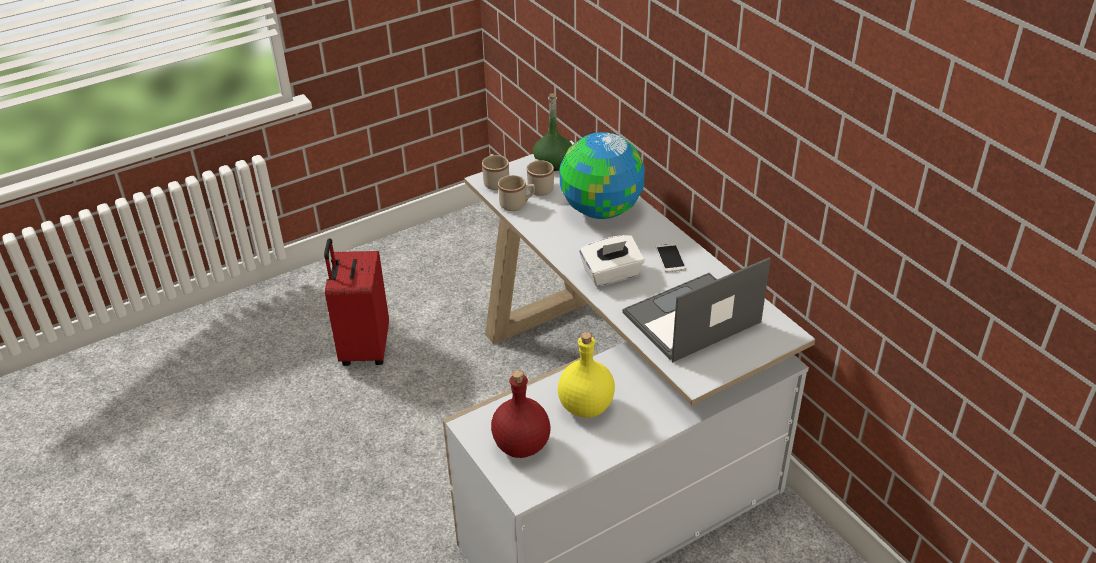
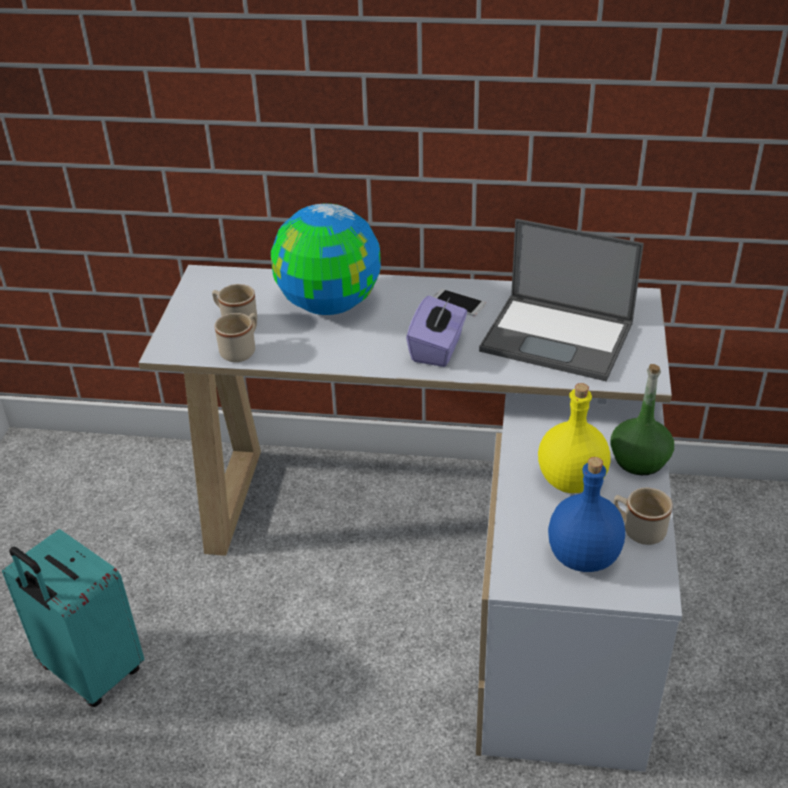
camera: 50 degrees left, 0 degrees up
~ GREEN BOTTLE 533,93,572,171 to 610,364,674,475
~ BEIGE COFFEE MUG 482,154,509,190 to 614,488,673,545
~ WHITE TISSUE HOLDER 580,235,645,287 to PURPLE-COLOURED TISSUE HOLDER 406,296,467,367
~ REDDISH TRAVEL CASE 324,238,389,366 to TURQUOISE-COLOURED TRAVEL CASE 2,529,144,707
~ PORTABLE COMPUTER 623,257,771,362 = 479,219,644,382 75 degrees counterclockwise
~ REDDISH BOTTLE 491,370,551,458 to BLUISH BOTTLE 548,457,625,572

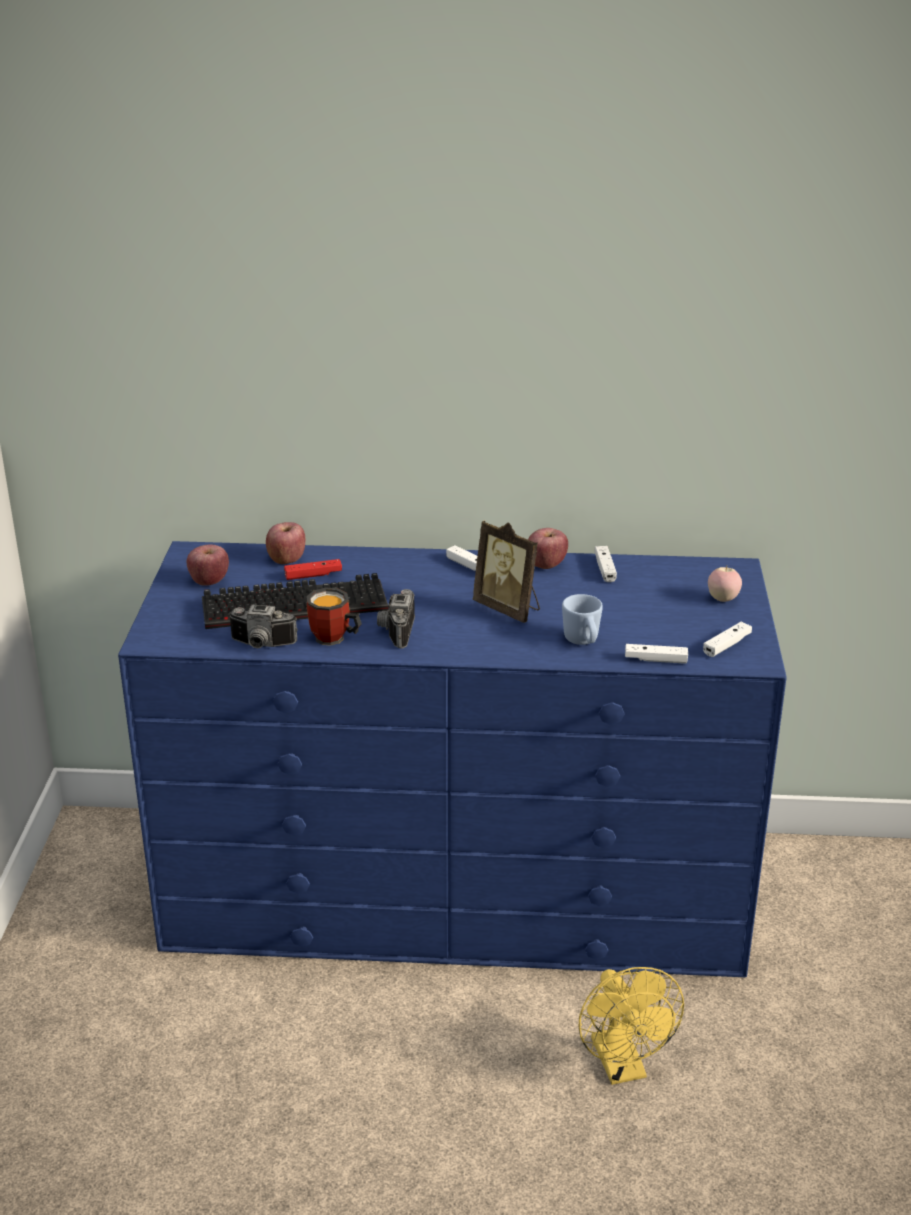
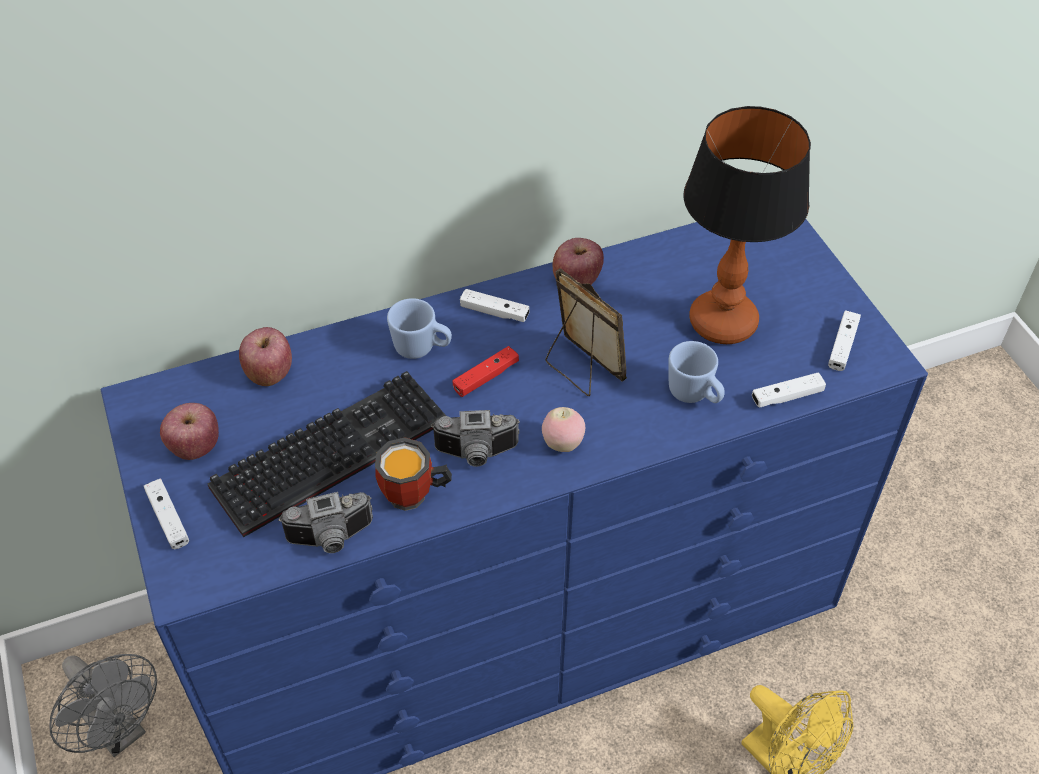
camera: 25 degrees left, 20 degrees up
~ PHOTO FRAME 473,520,540,623 = 545,268,627,396 150 degrees counterclockwise
~ WHITE GAMEPAD 594,546,617,582 to 144,479,189,549
~ REDDISH GAMEPAD 284,559,342,580 to 452,346,519,397
~ APPLE 708,566,742,602 to 542,407,585,452
~ STILL CAMERA 377,589,415,649 = 431,410,520,467 75 degrees counterclockwise
+ TABLE LAMP 684,106,811,344
+ BLUISH COFFEE MUG 387,298,452,359
+ GREYISH FAN 49,654,157,757

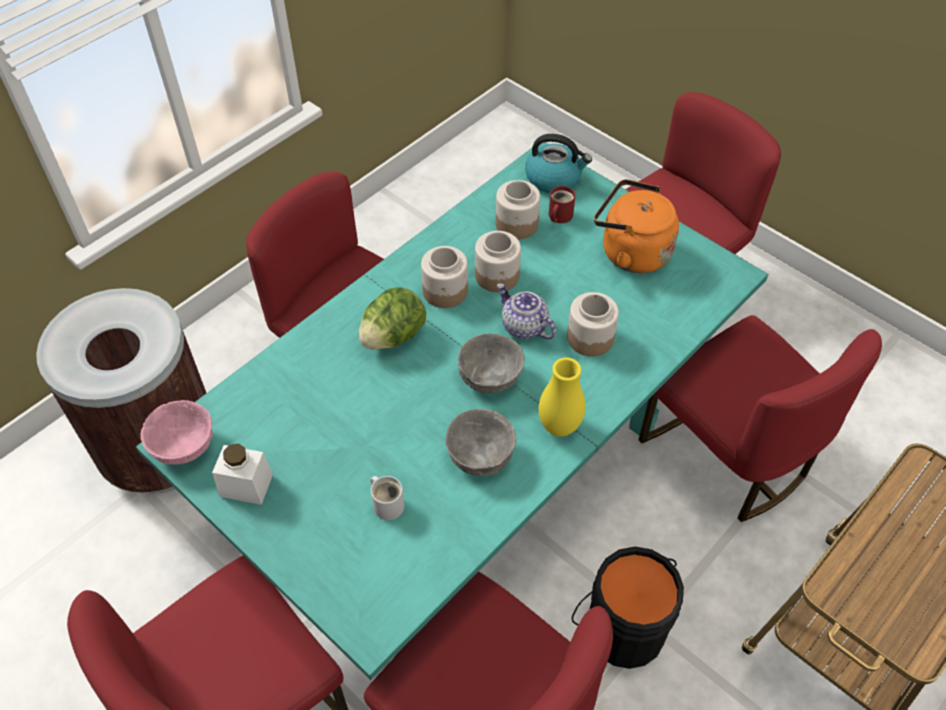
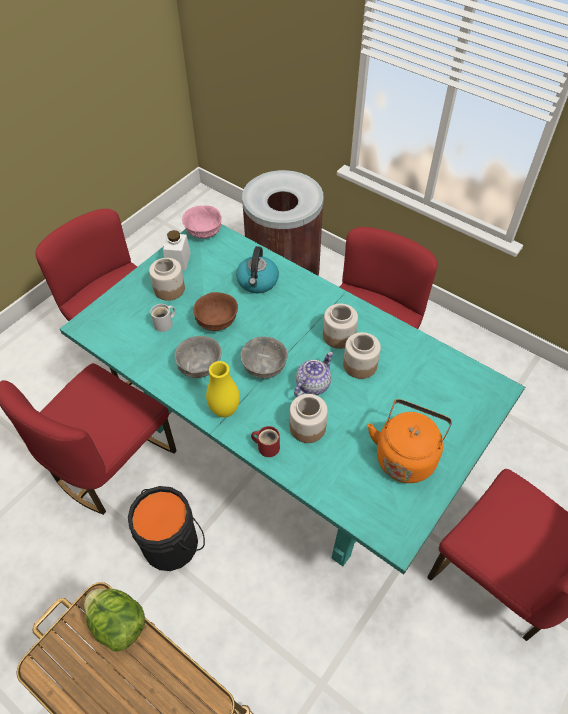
camera: 85 degrees right, 0 degrees up
~ KETTLE 525,134,592,193 to 236,246,279,293
~ PRESERVE JAR 496,180,540,240 to 149,258,185,301
~ REDDISH COFFEE MUG 549,186,575,223 to 251,426,280,457
~ LETTUCE 359,287,426,350 to 84,588,145,652
- REDDISH UPRIGHT CHAIR 639,315,882,522
+ BROWN DEEP DISH 193,292,238,331

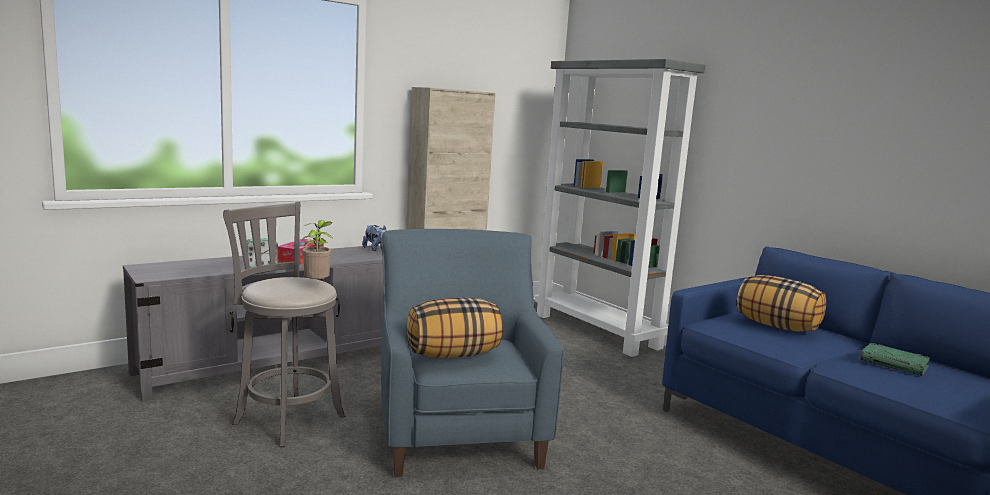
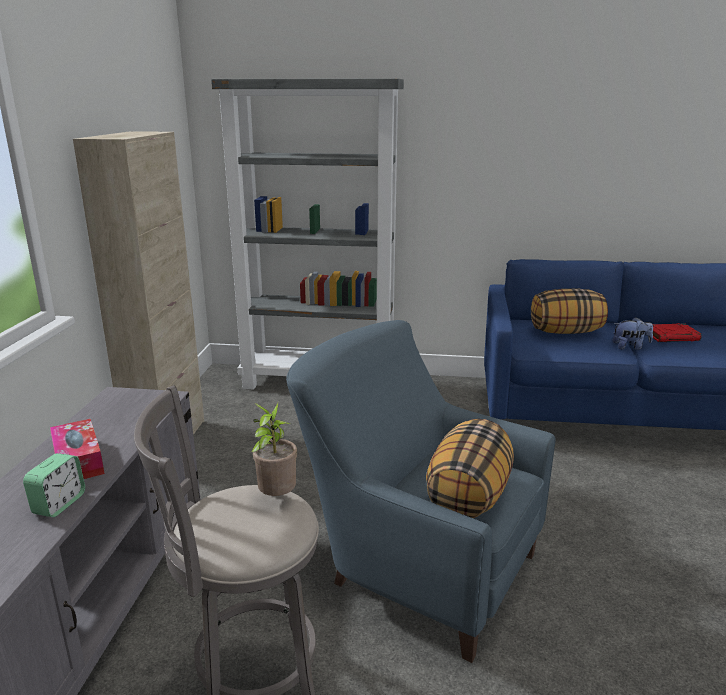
camera: 45 degrees left, 10 degrees up
~ CUDDLY TOY 362,225,386,251 to 613,317,653,350
~ GREEN BOOK 860,343,930,376 to REDDISH BOOK 653,323,702,342

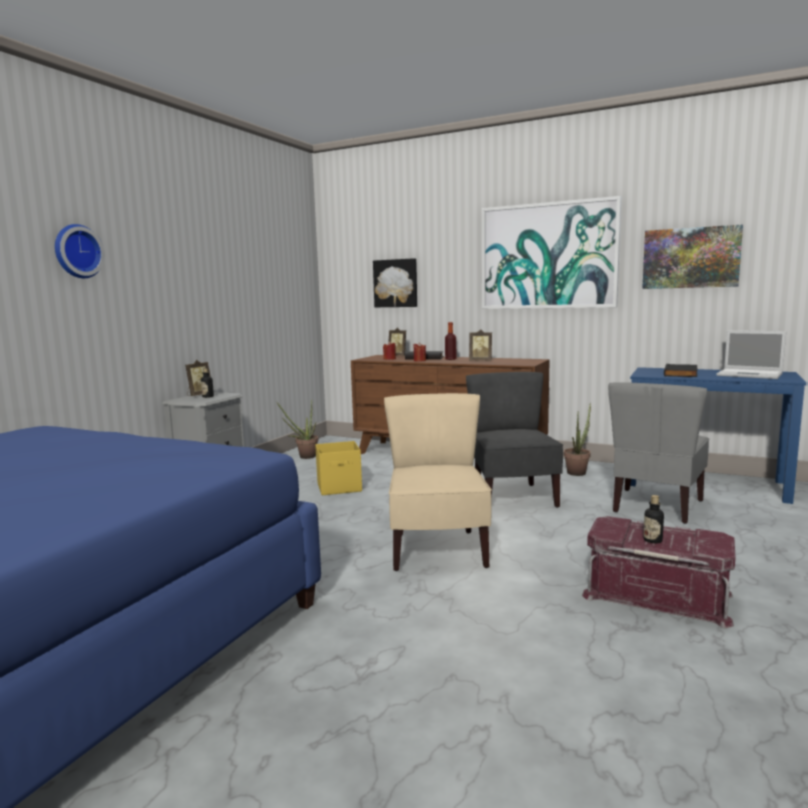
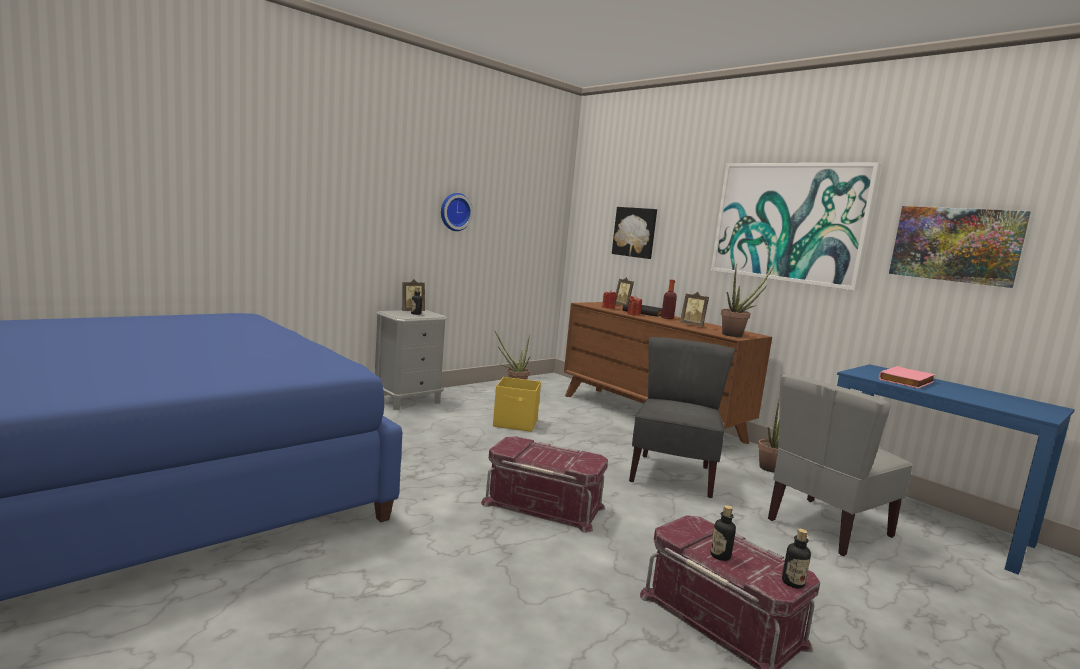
camera: 20 degrees right, 0 degrees up
~ WALL CLOCK 55,224,105,278 to 441,193,473,231
- PORTABLE COMPUTER 716,330,786,379
~ BLACKISH BOOK 664,364,698,377 to PINK BOOK 879,366,936,389
~ BEIGE UPRIGHT CHAIR 384,393,492,571 to REDDISH STORAGE CONTAINER 481,436,608,533
+ HOUSEPLANT 721,264,774,337
+ BOTTLE 782,529,811,589

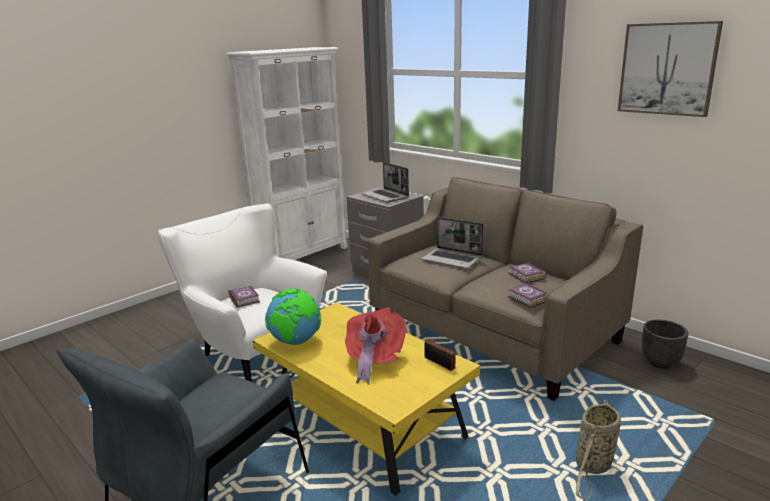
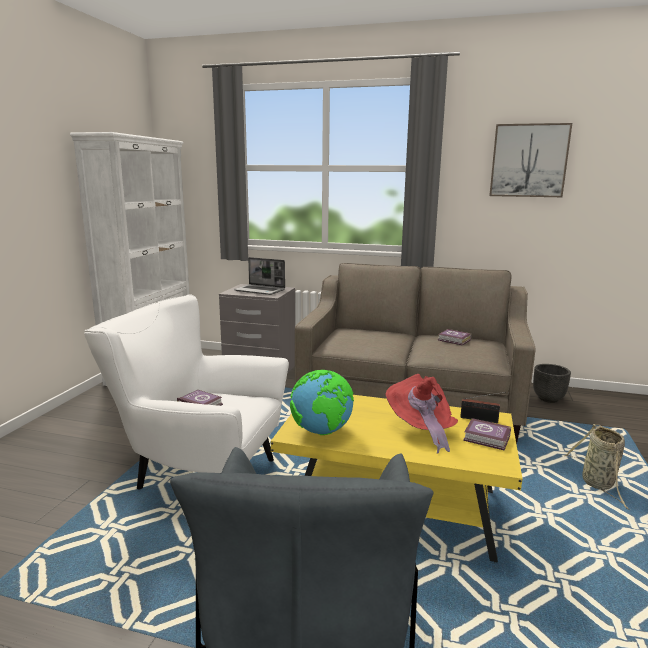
camera: 30 degrees left, 5 degrees down
- PORTABLE COMPUTER 421,217,484,268
~ BOOK 508,283,547,308 to 463,418,511,451

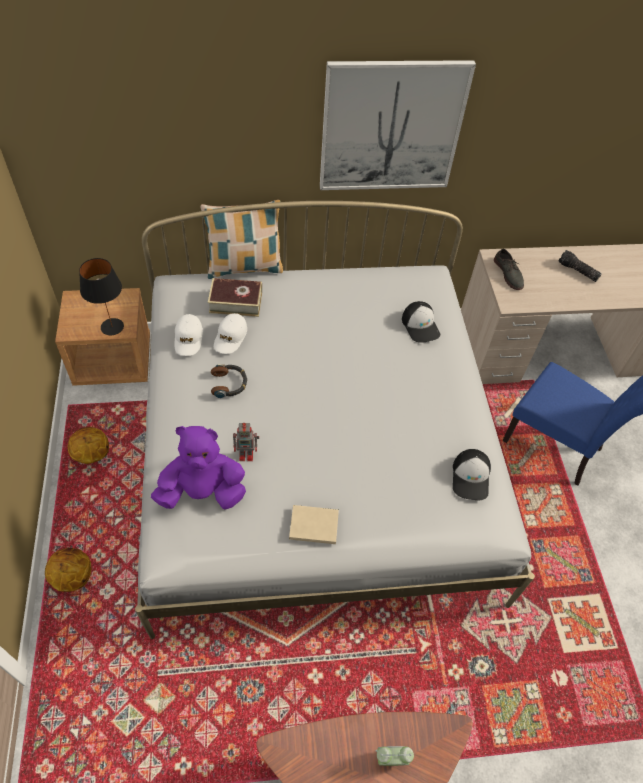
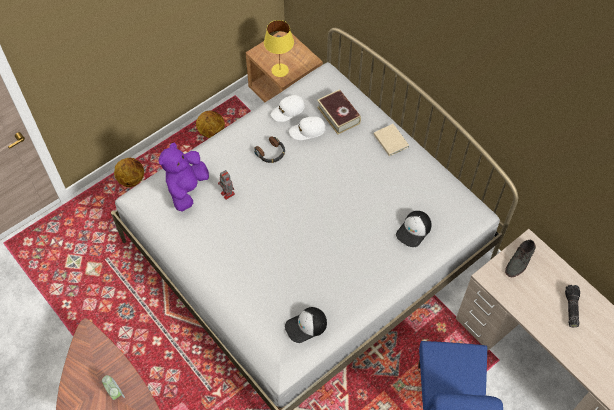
camera: 60 degrees right, 5 degrees up
- PICTURE 320,60,476,190
- THROW PILLOW 201,200,283,279
~ BLACKISH TABLE LAMP 79,258,124,335 to YELLOW-COLOURED TABLE LAMP 264,20,294,77
~ PURPLE-COLOURED CUDDLY TOY 151,426,246,510 = 159,143,209,212 120 degrees counterclockwise
~ BEIGE BOOK 289,505,339,544 to 374,124,409,156

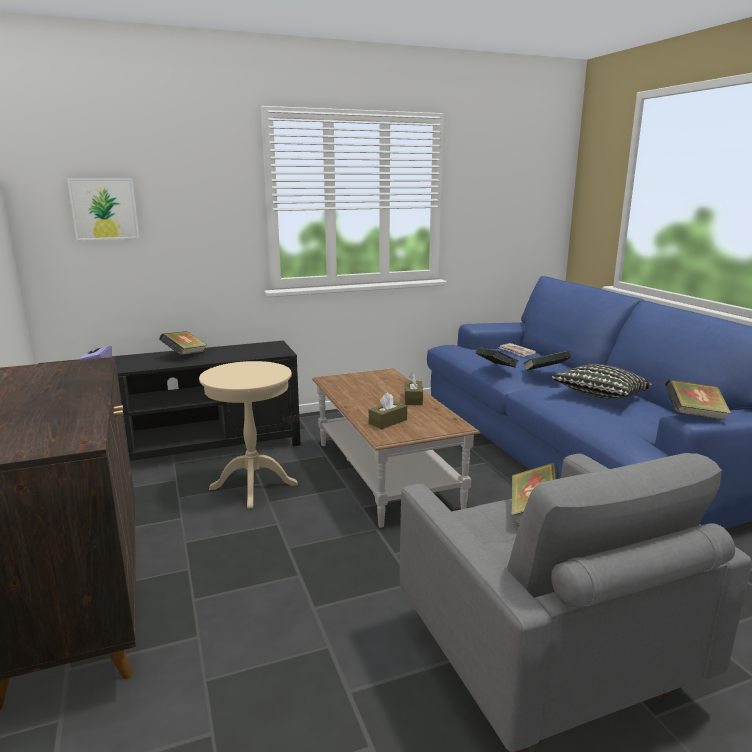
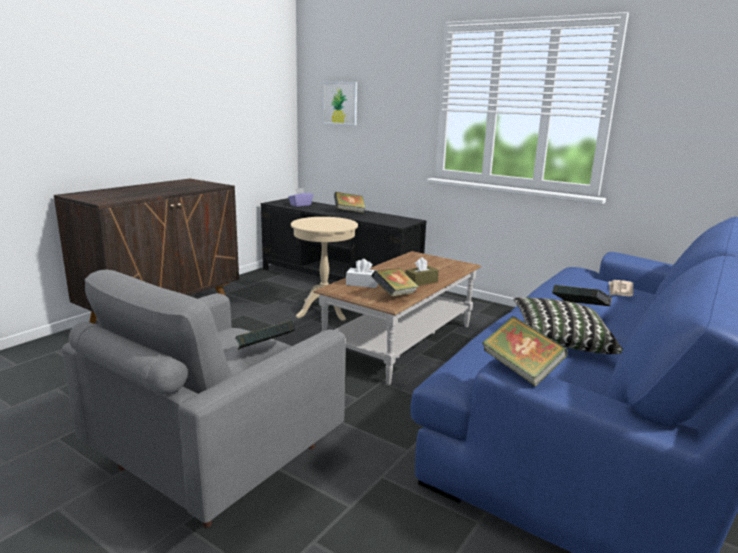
camera: 55 degrees right, 0 degrees up
~ BOOK 475,347,518,368 to 371,268,419,297
~ BROWN TISSUE HOLDER 369,392,407,429 to WHITE TISSUE HOLDER 346,259,378,288

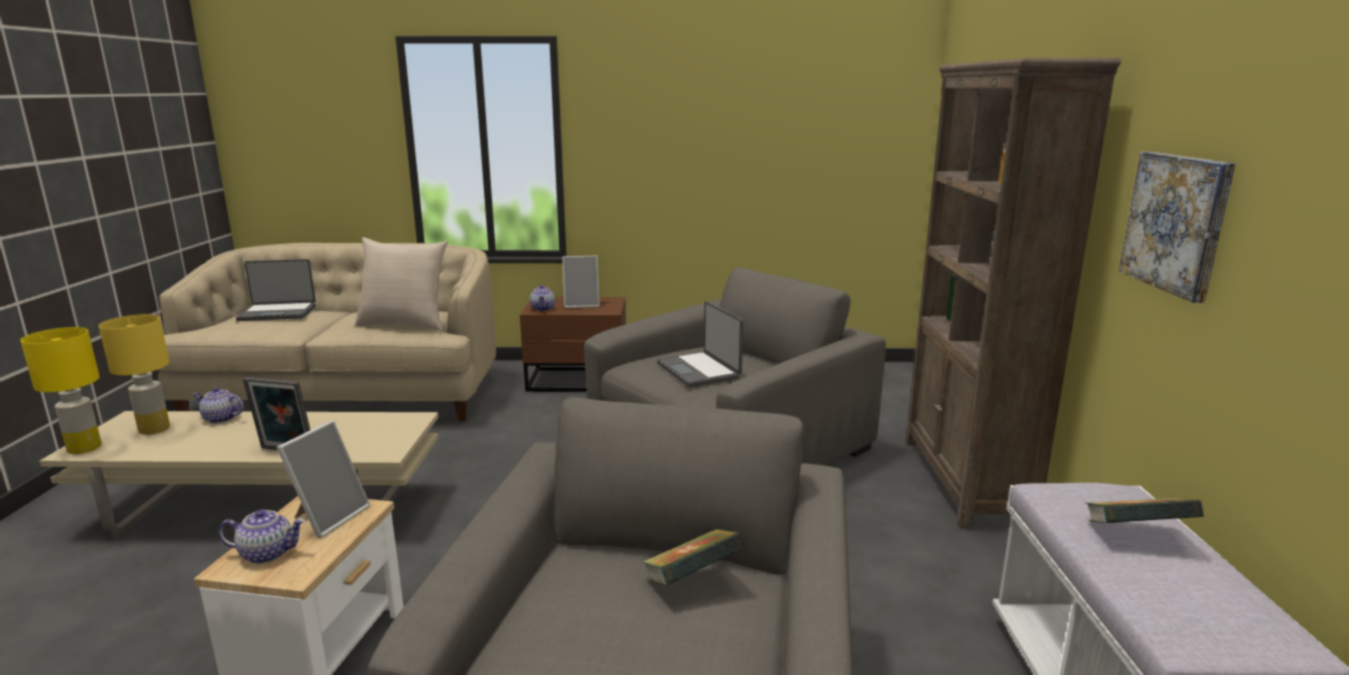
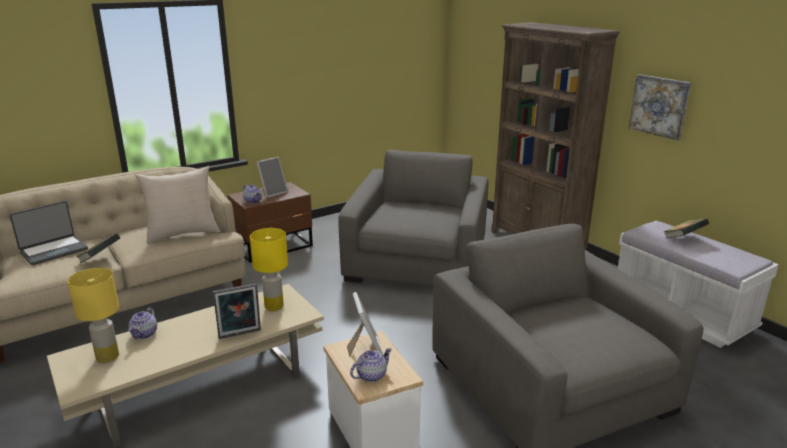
camera: 35 degrees left, 5 degrees up
- PORTABLE COMPUTER 657,301,743,387
~ YELLOW-COLOURED TABLE LAMP 20,327,102,454 to 250,228,288,311
~ TEAPOT 193,387,244,424 = 129,307,157,339 60 degrees counterclockwise
~ BOOK 642,529,745,586 to 76,233,120,263

